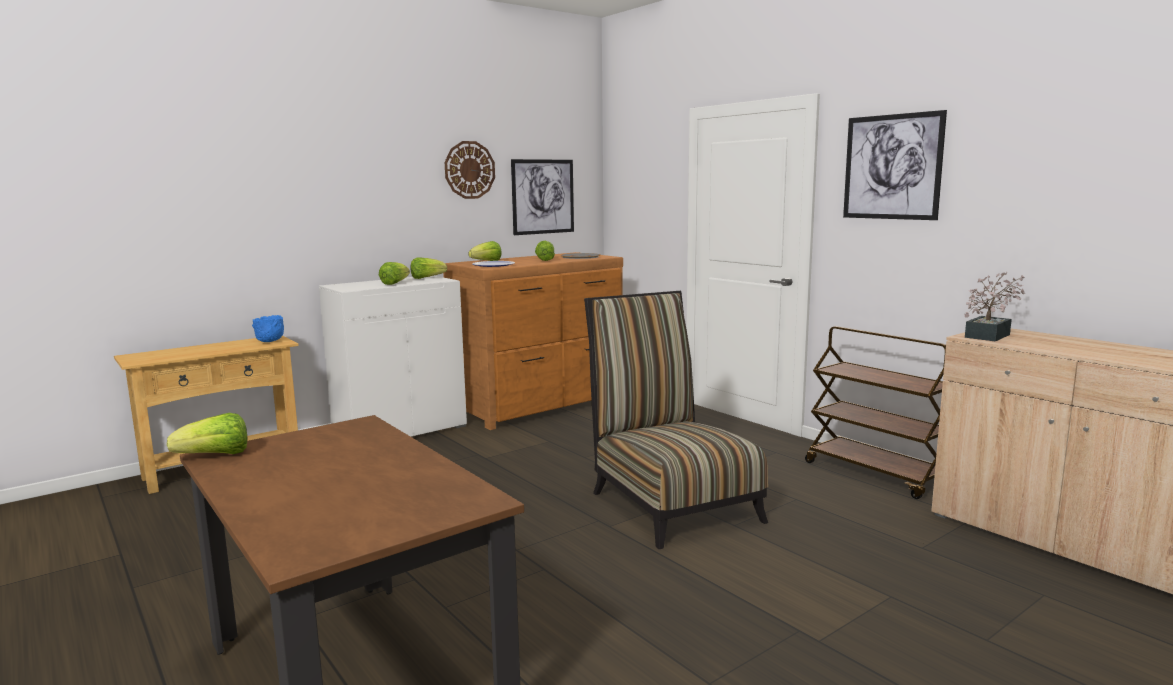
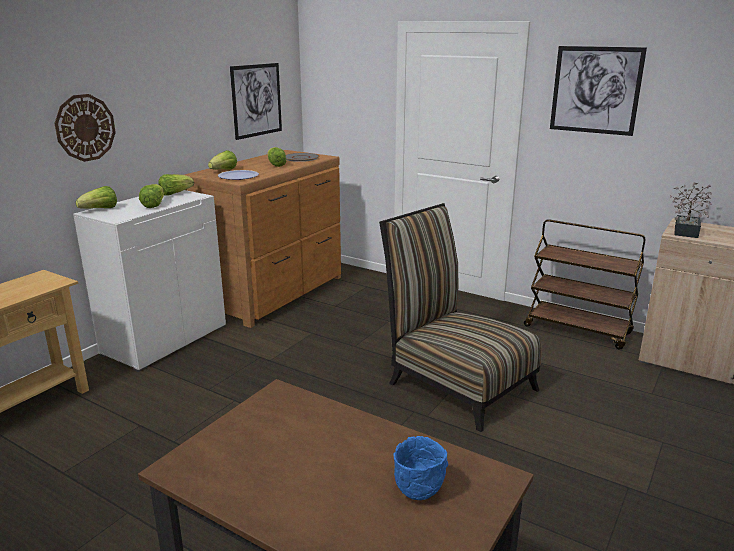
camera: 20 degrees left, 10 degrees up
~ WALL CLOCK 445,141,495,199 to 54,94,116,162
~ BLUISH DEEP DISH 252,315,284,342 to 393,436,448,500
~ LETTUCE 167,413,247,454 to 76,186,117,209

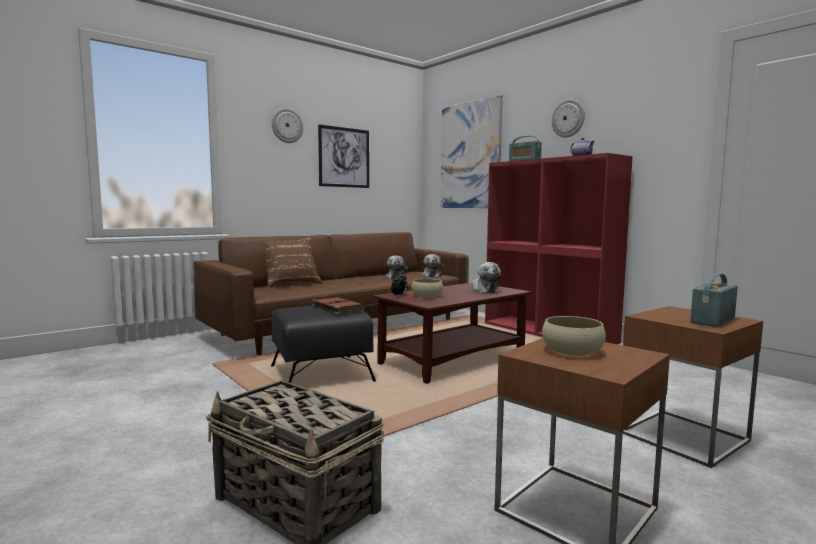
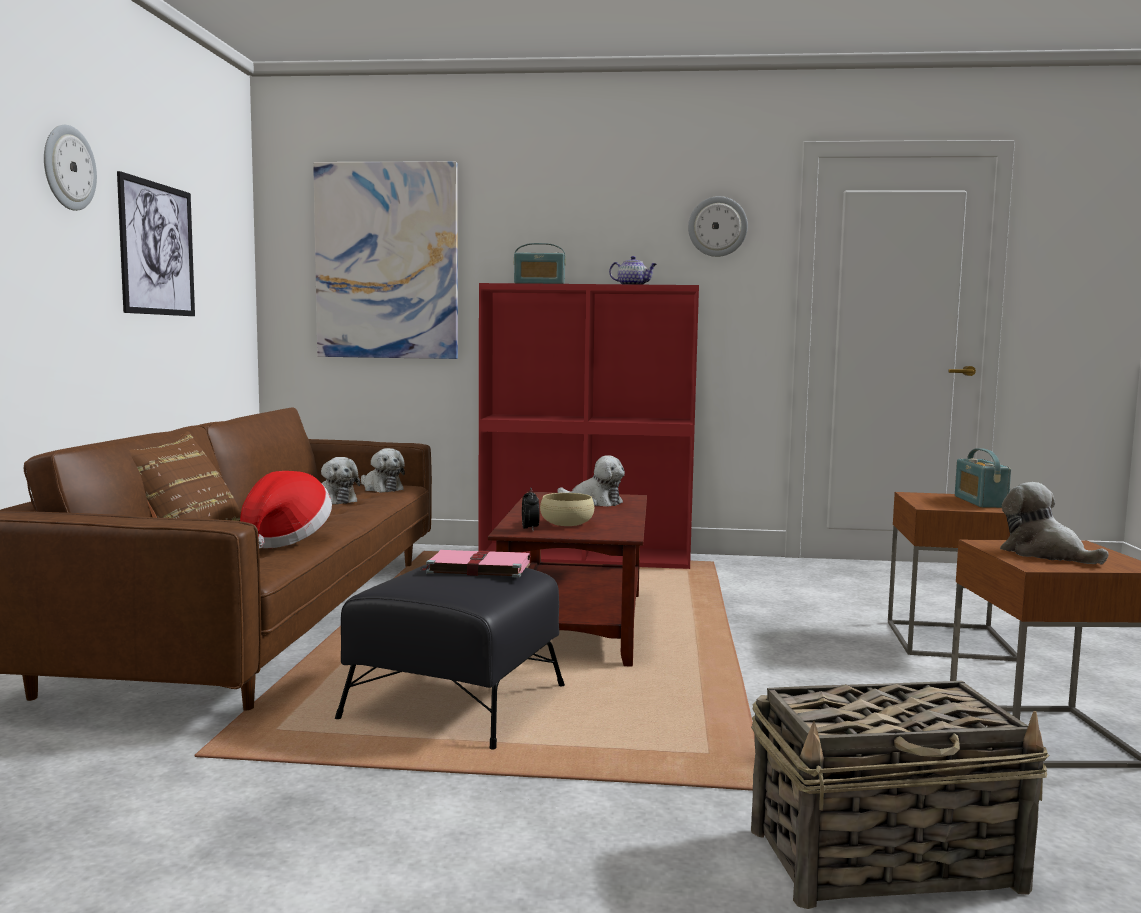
camera: 45 degrees left, 0 degrees up
~ WALL CLOCK 552,99,585,138 to 688,196,748,257
~ BROWN BOOK 312,297,365,314 to PINK BOOK 422,550,530,578
~ BEIGE DEEP DISH 542,316,606,356 to CUDDLY TOY 1000,482,1109,564
+ CLOTHING HAT 240,471,332,549

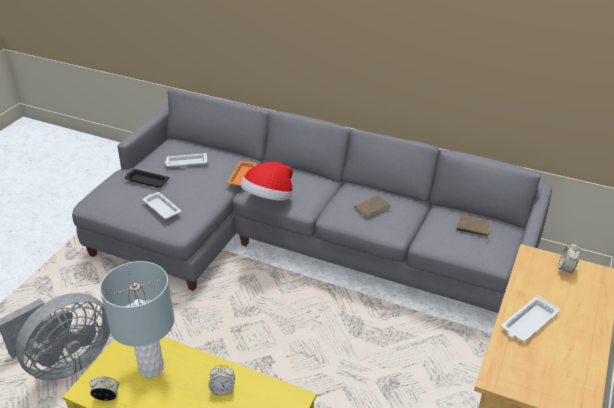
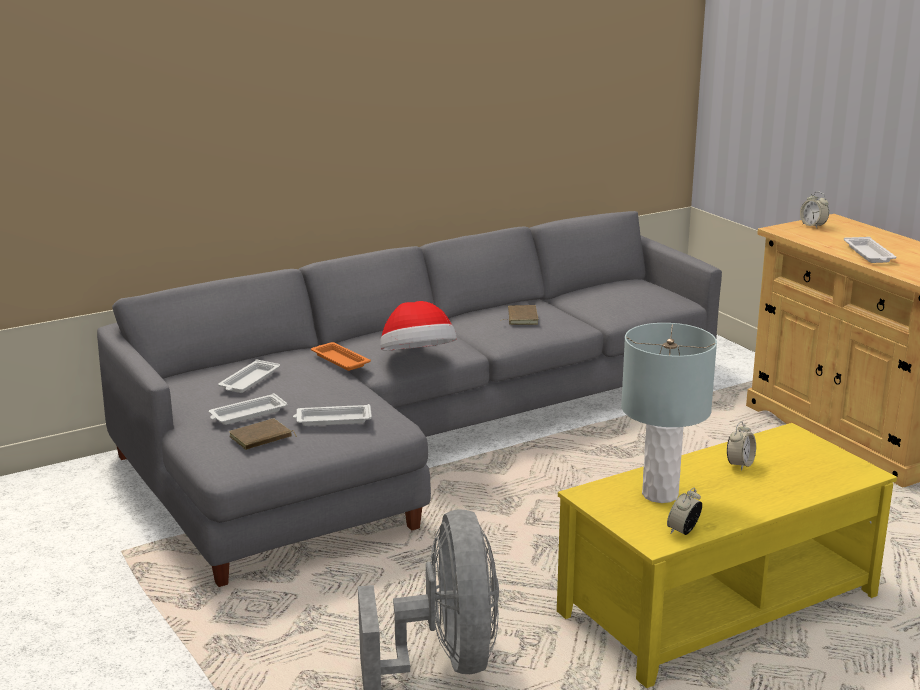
camera: 55 degrees left, 15 degrees down
~ BLACKISH TRAY 125,169,169,188 to WHITE TRAY 209,393,287,425
~ BROWN BOOK 457,215,491,238 to 229,418,297,450

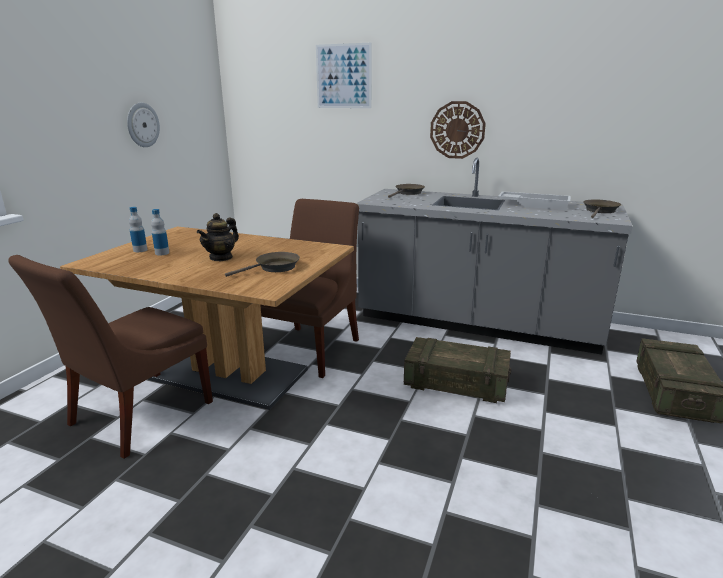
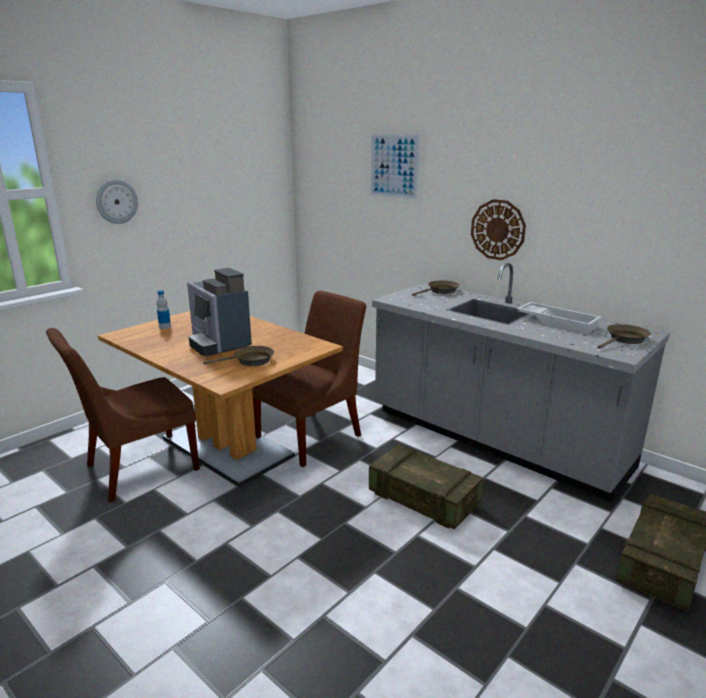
camera: 20 degrees right, 0 degrees up
~ WALL CLOCK 127,102,160,147 to 96,179,138,224
- BOTTLE 151,209,169,255
~ TEAPOT 197,213,239,261 to COFFEE MACHINE 187,268,252,356

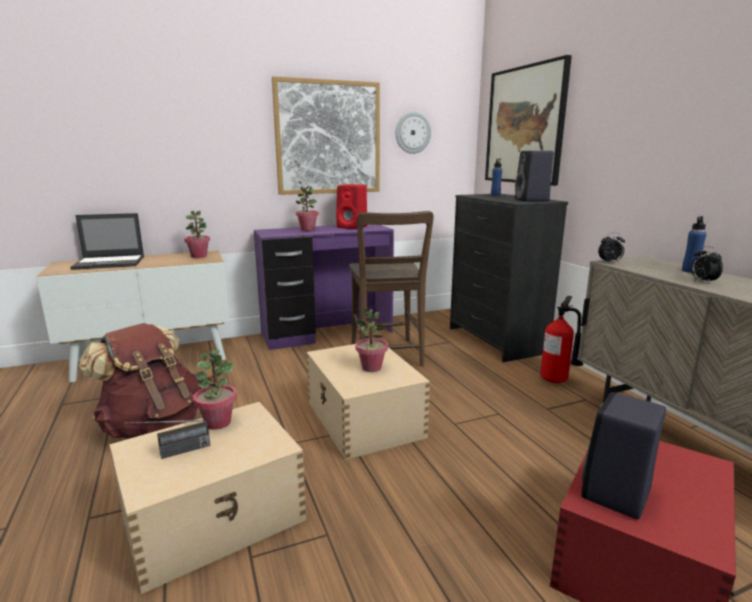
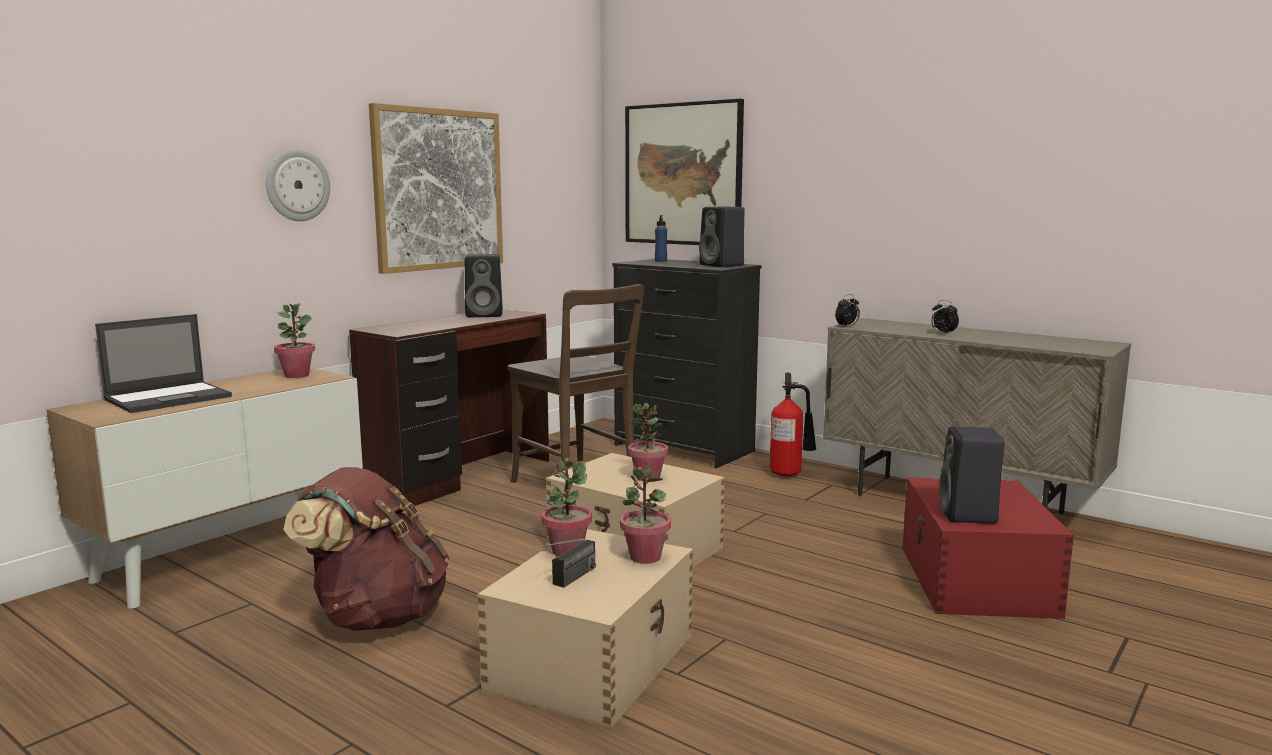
camera: 30 degrees left, 5 degrees down
~ WALL CLOCK 395,112,431,154 to 266,149,330,221
~ REDDISH AUDIO SPEAKER 336,184,368,229 to BLACKISH AUDIO SPEAKER 465,254,503,317
~ HOUSEPLANT 296,186,319,231 to 620,461,671,564
- BLUISH BOTTLE 682,216,706,273
~ PURPLE-COLOURED DESK UNIT 254,224,394,350 to BROWN DESK UNIT 349,309,549,506

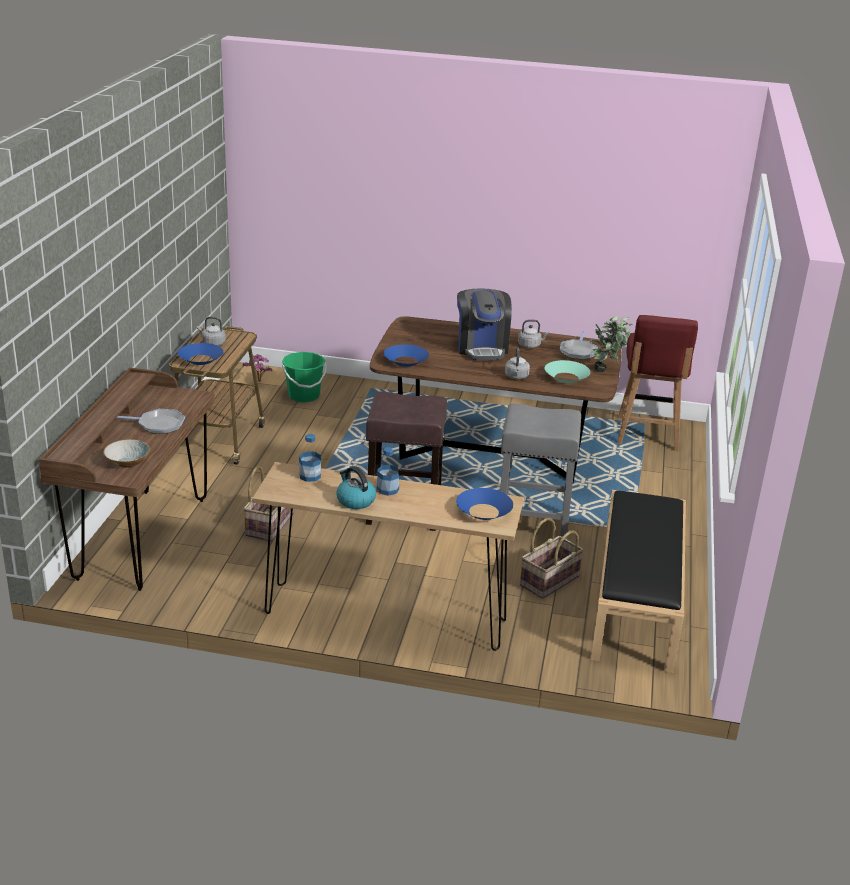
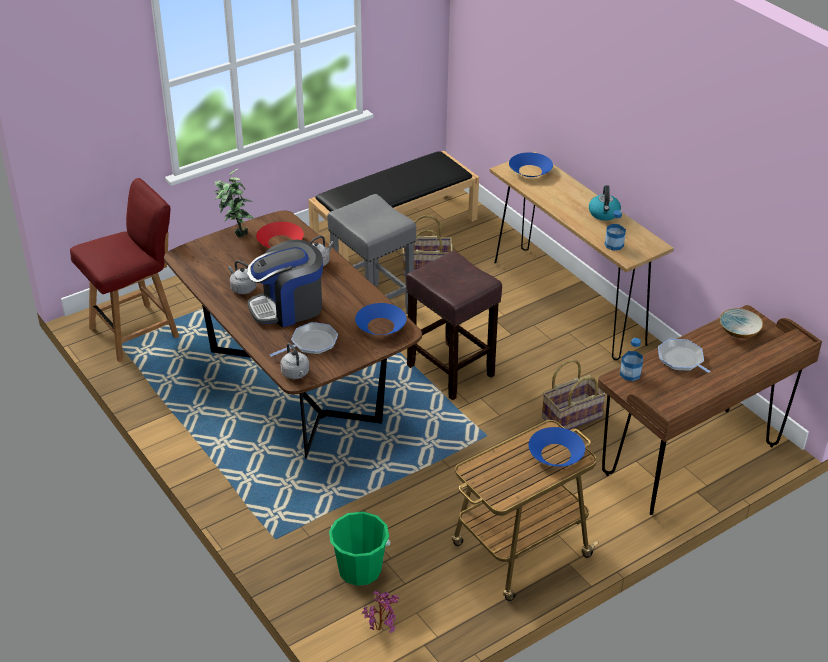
camera: 135 degrees left, 10 degrees up
~ COFFEE MACHINE 457,288,512,360 = 247,239,323,327 150 degrees counterclockwise
~ GREYISH KETTLE 197,317,226,346 to 280,343,309,379
~ PAN 560,331,598,360 to 270,322,338,357
~ TURQUOISE-COLOURED DEEP DISH 545,360,591,383 to REDDISH DEEP DISH 256,222,304,248
~ BOTTLE 377,447,399,496 to 620,338,643,381

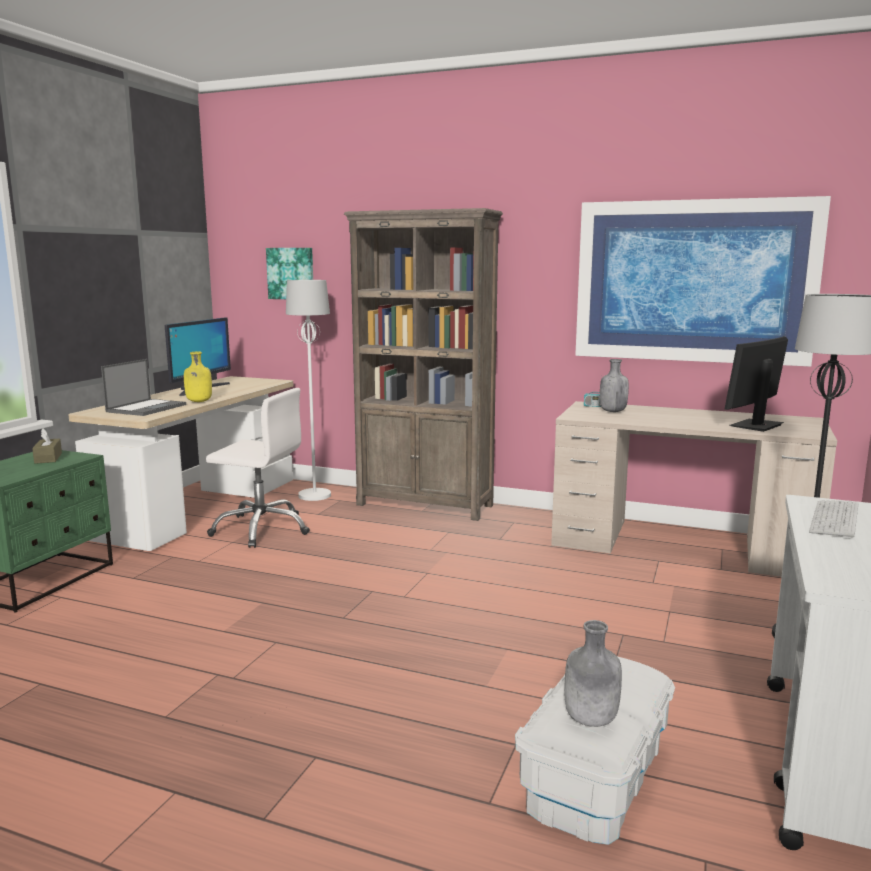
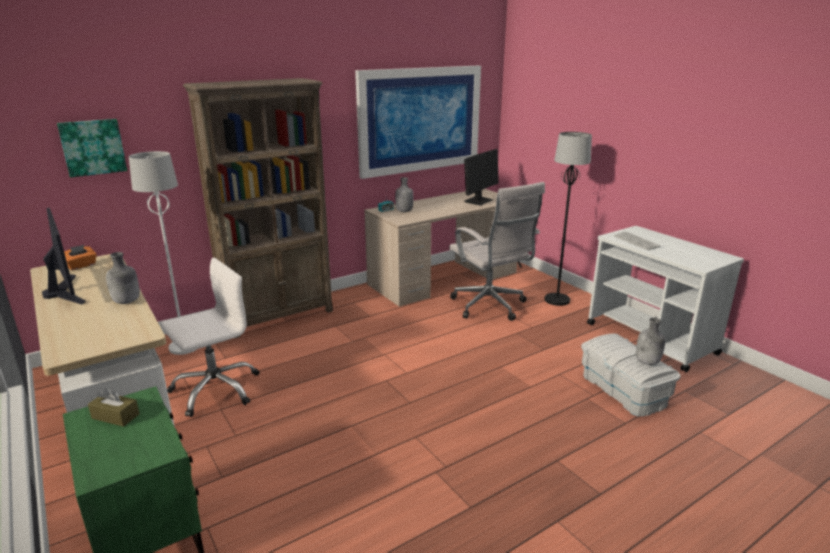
camera: 55 degrees left, 10 degrees up
~ COMPUTER SCREEN 725,336,788,432 = 464,149,499,205 135 degrees counterclockwise
~ YELLOW-COLOURED BOTTLE 184,352,212,402 to GREYISH BOTTLE 106,252,140,304
- PORTABLE COMPUTER 101,359,186,416
+ WHITE COMPUTER CHAIR 449,182,545,321
+ ORANGE-COLOURED TISSUE HOLDER 64,245,97,270

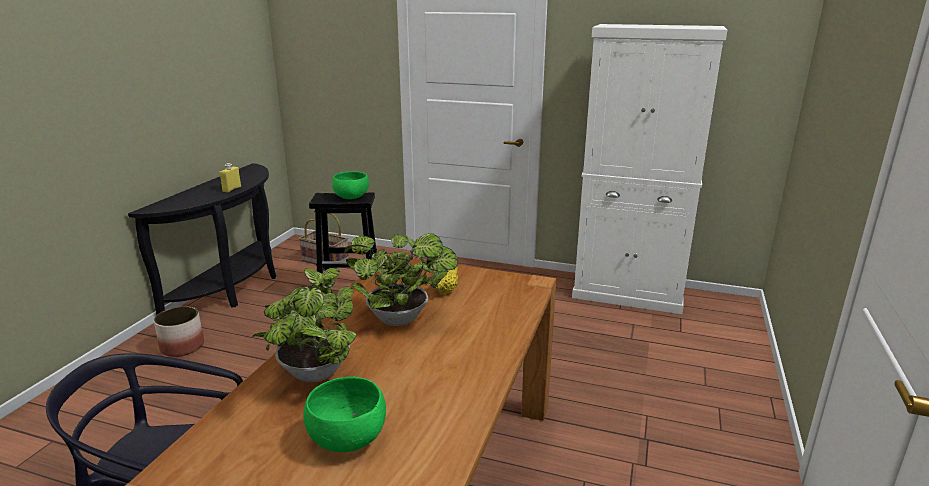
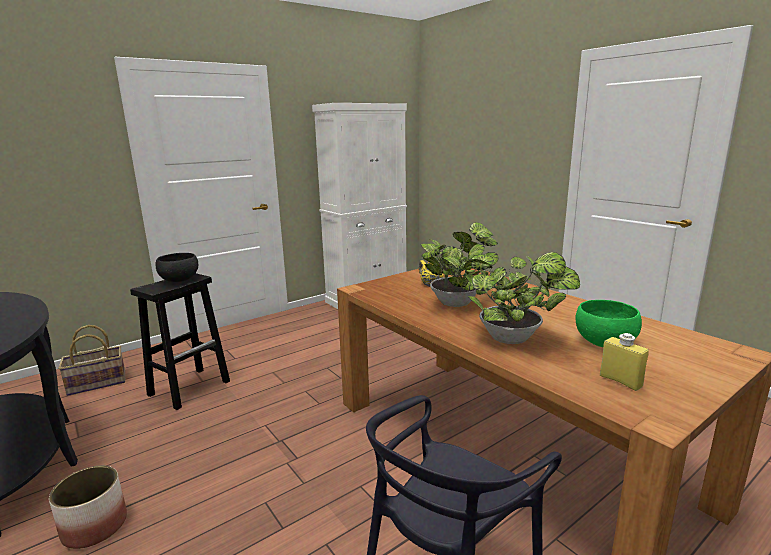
camera: 55 degrees left, 5 degrees down
~ YELLOW-COLOURED BOTTLE 220,163,241,192 to 600,333,649,391
~ GREEN DEEP DISH 332,171,369,199 to BLACKISH DEEP DISH 155,253,198,282

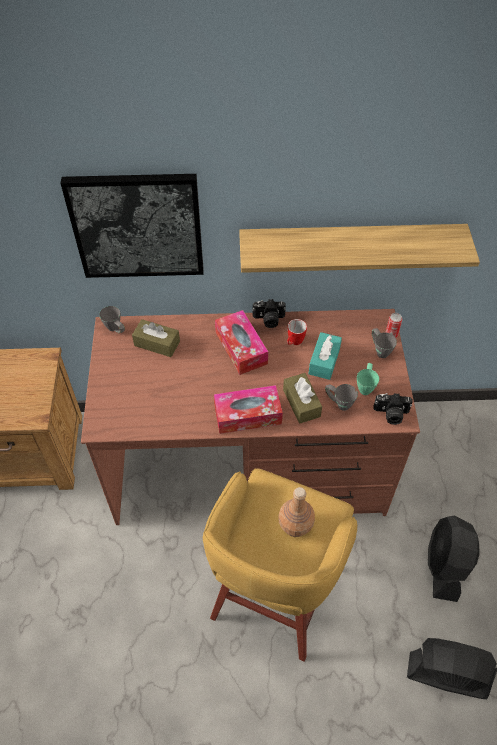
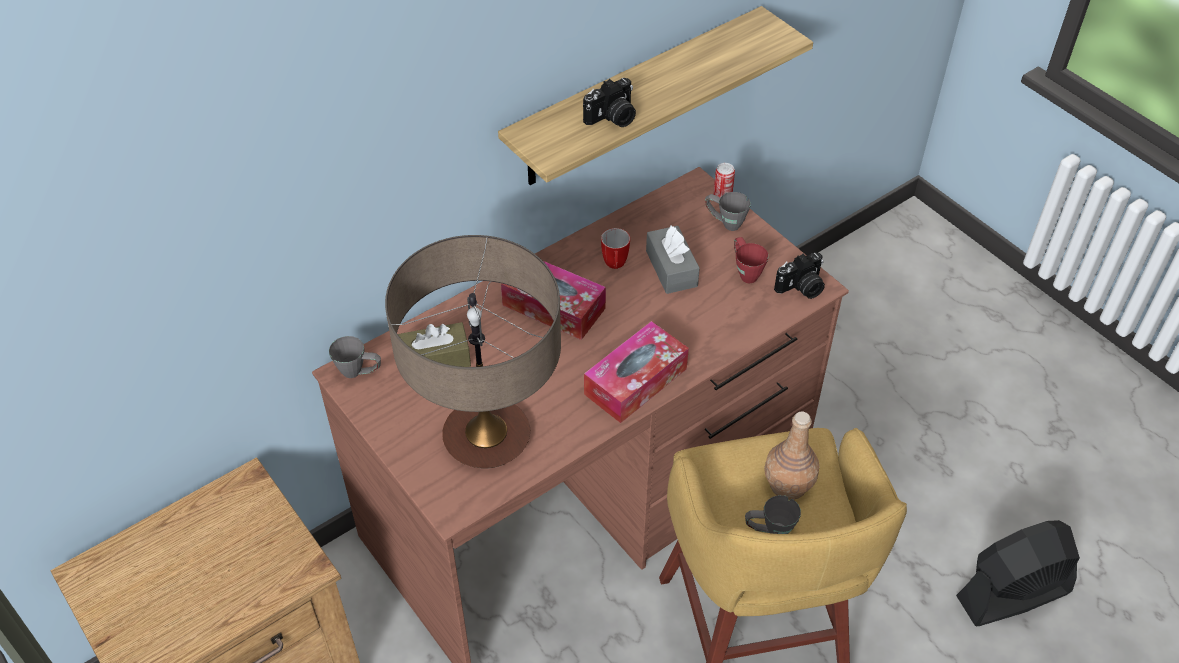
camera: 35 degrees left, 5 degrees down
- PICTURE 61,174,203,278
~ STILL CAMERA 252,299,286,328 to 583,78,636,127
~ TURQUOISE-COLOURED TISSUE HOLDER 309,332,342,380 to GREYISH TISSUE HOLDER 646,225,700,294
~ GREEN COFFEE MUG 357,363,379,395 to REDDISH COFFEE MUG 734,237,768,283
- BROWN TISSUE HOLDER 283,373,322,424
~ GREYISH COFFEE MUG 325,384,358,411 to 745,495,801,534
- BLACKISH FAN 428,515,479,602
+ TABLE LAMP 385,235,561,469

